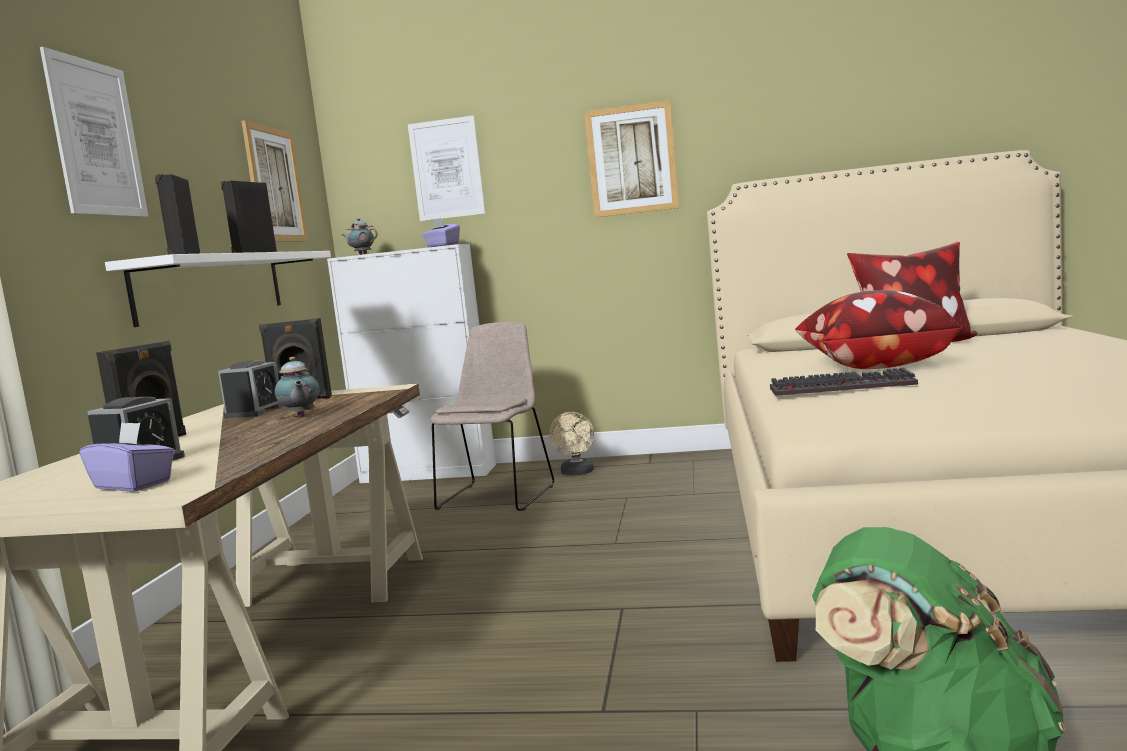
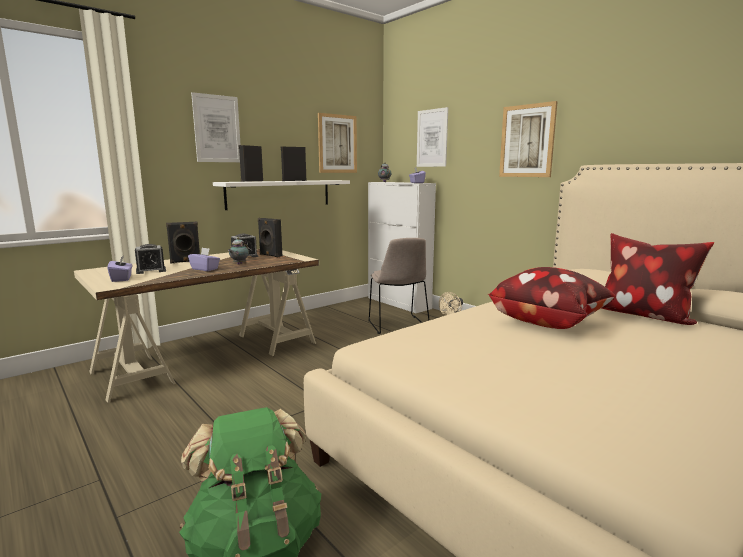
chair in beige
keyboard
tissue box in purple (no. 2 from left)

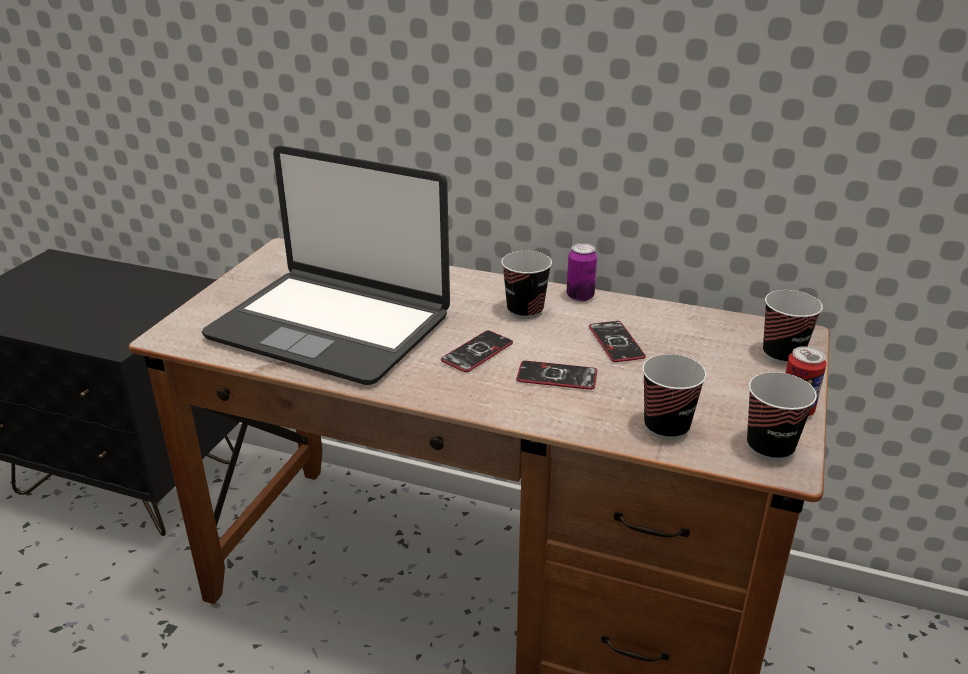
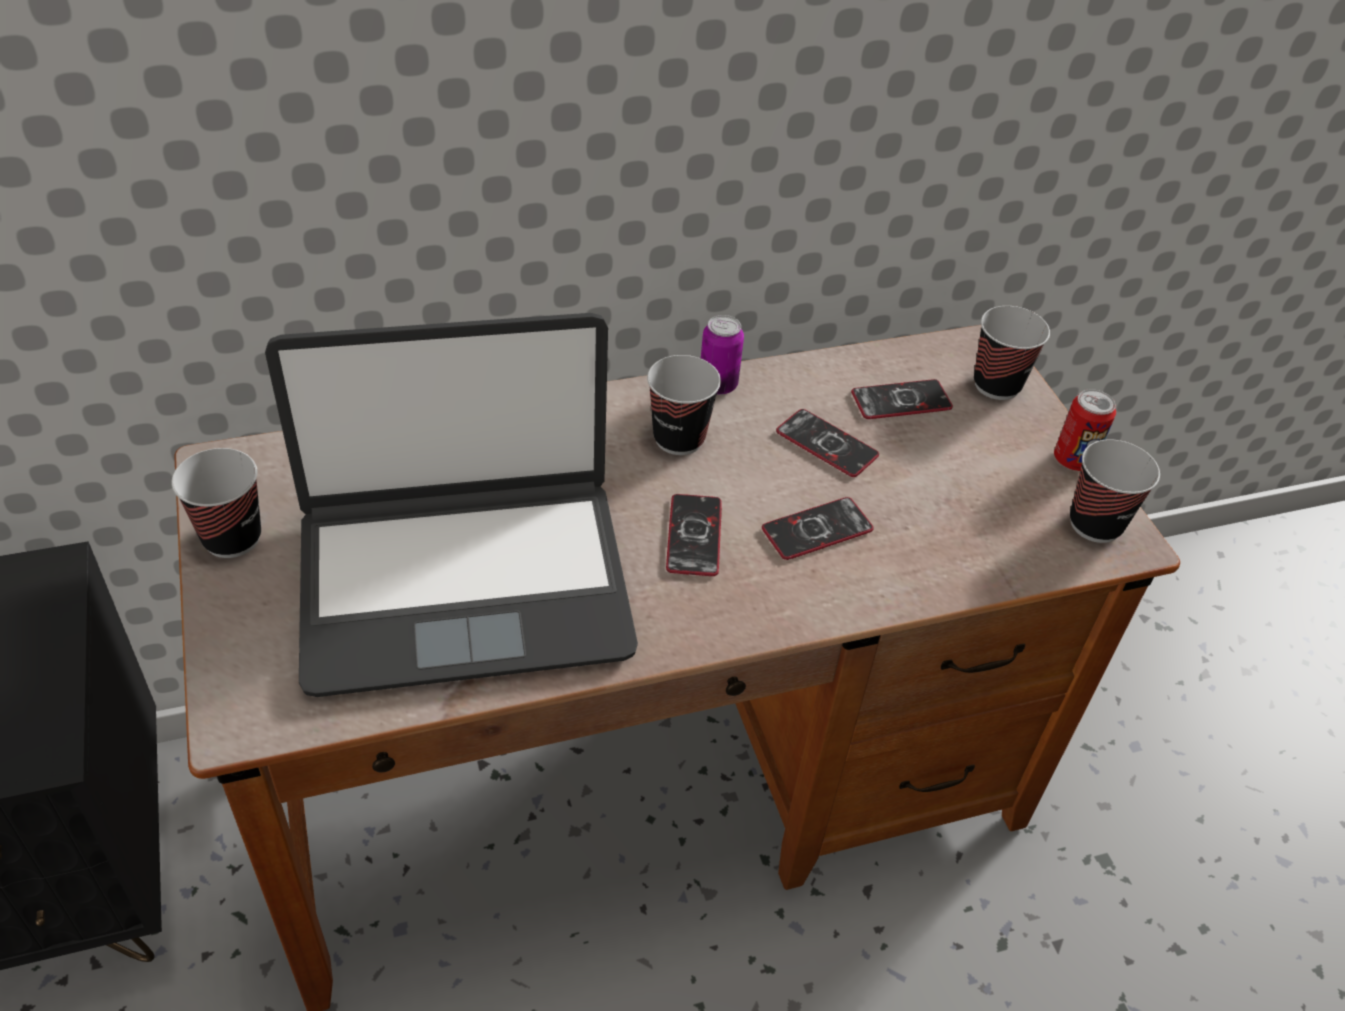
cup (no. 1 from left)
phone (no. 4 from left)

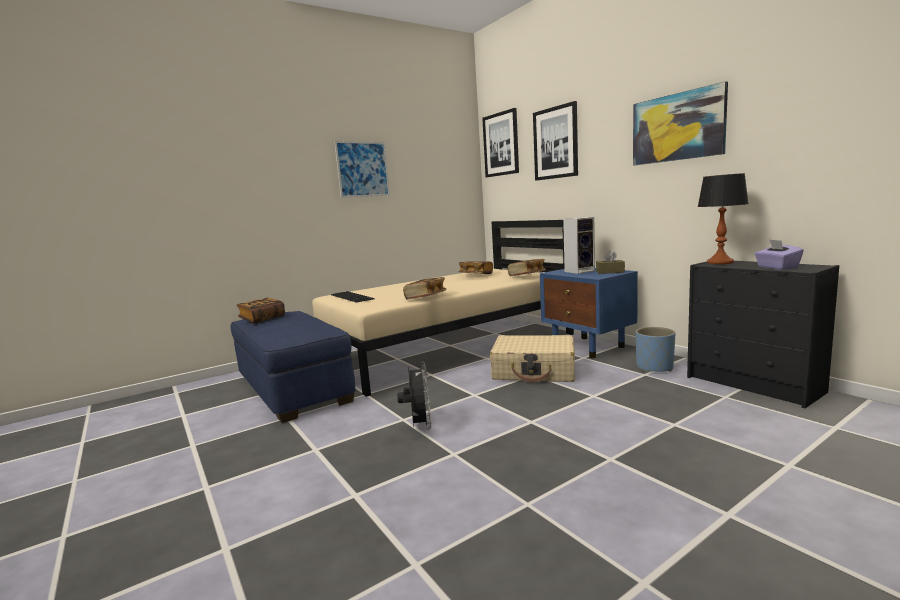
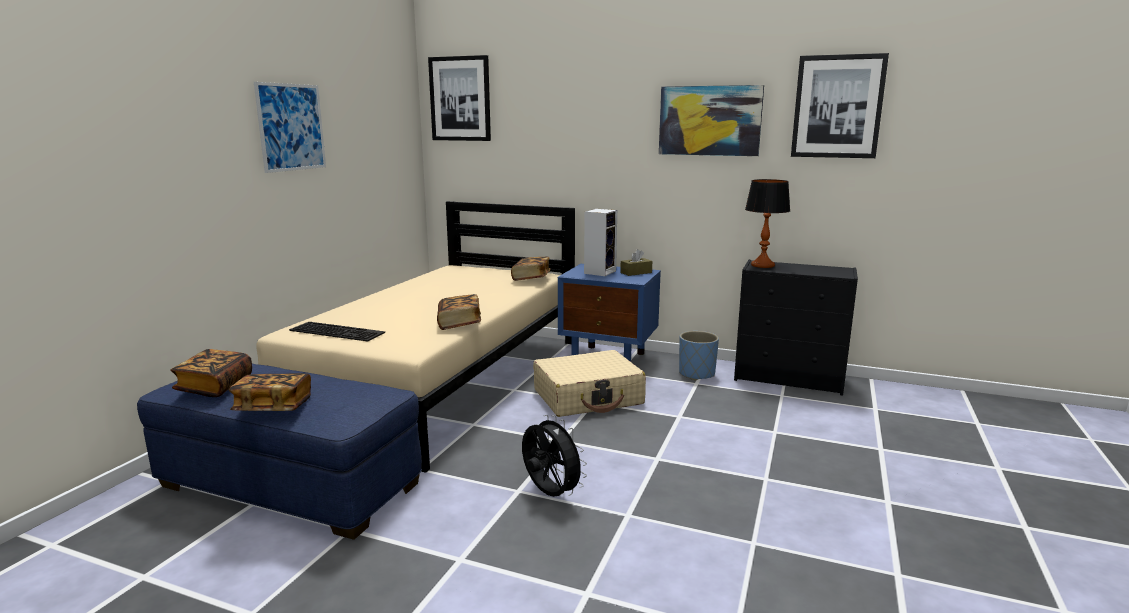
picture (no. 4 from left)
tissue box in purple
book (no. 2 from left)

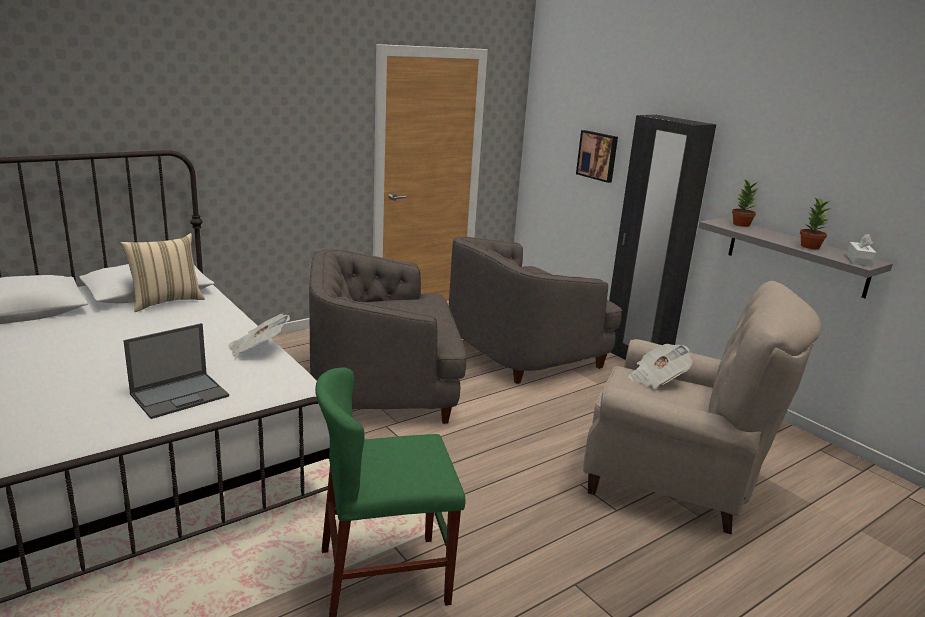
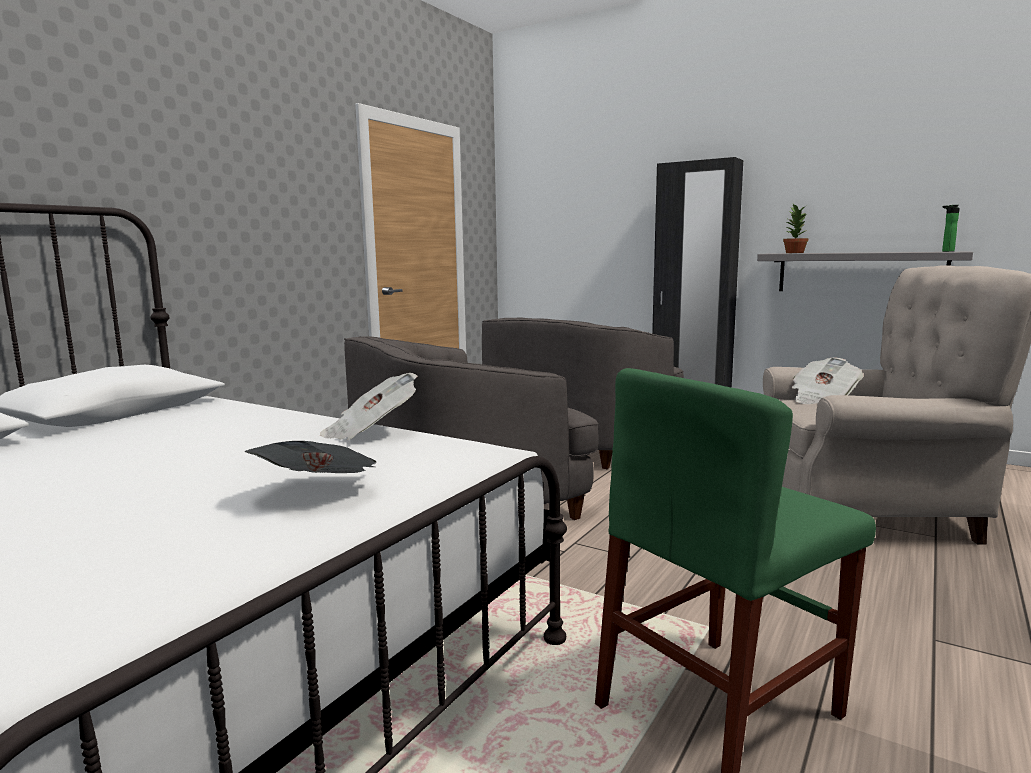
picture
potted plant (no. 2 from left in the first image)
pillow in beige
bottle
newspaper (no. 1 from left)

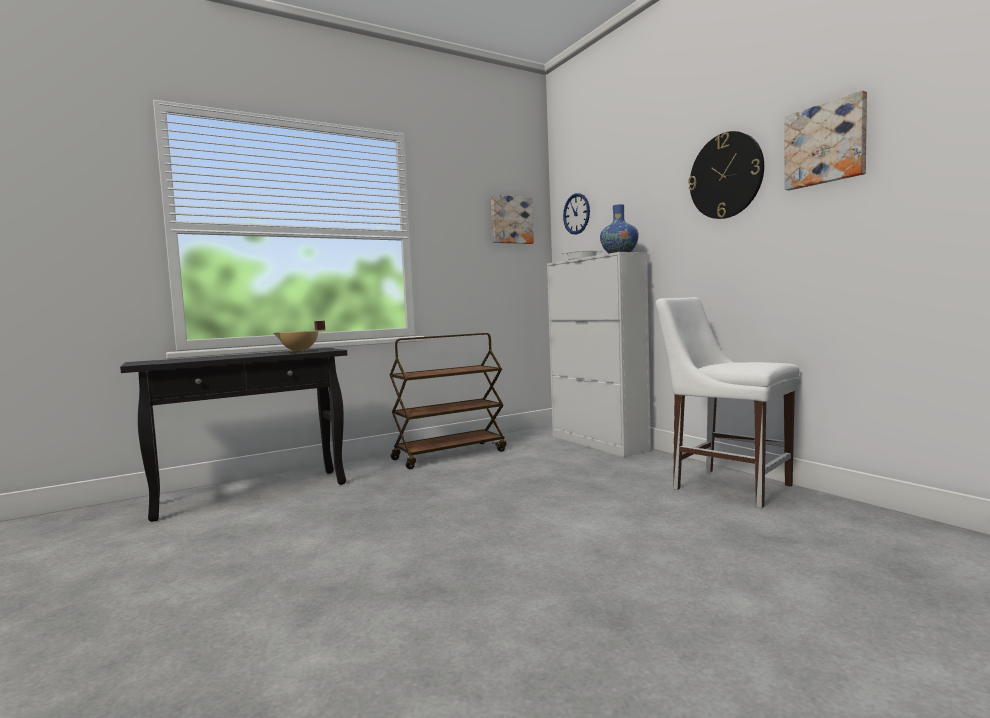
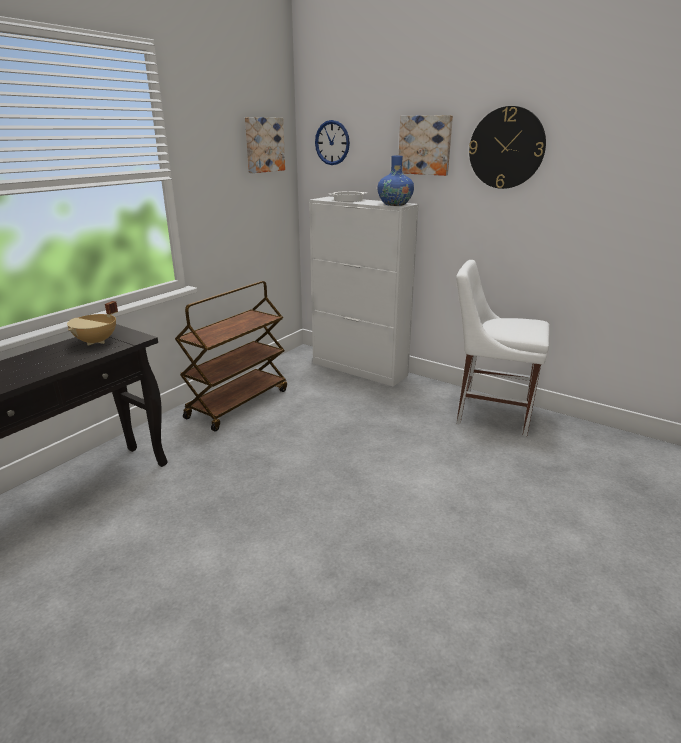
picture (no. 2 from left)

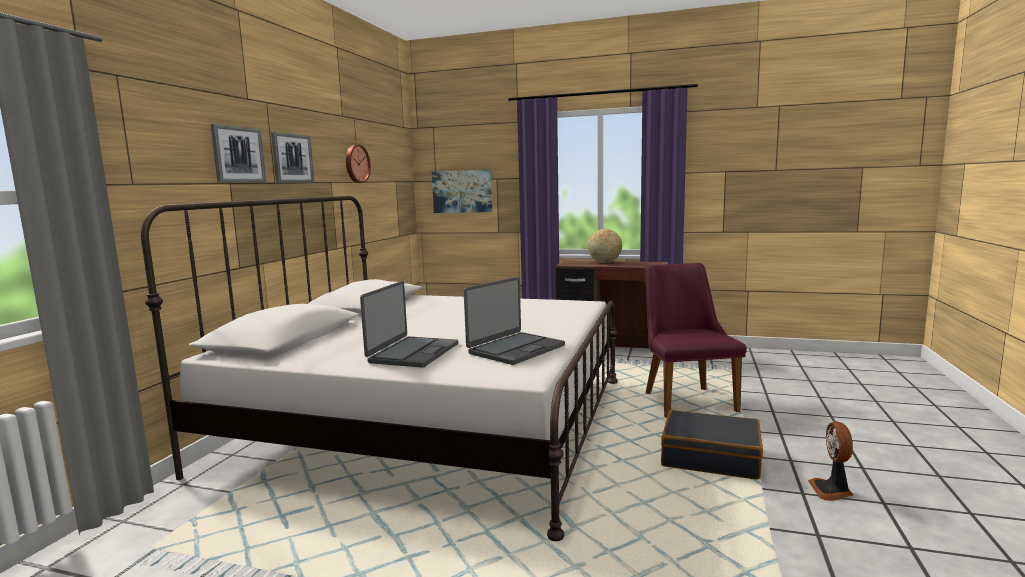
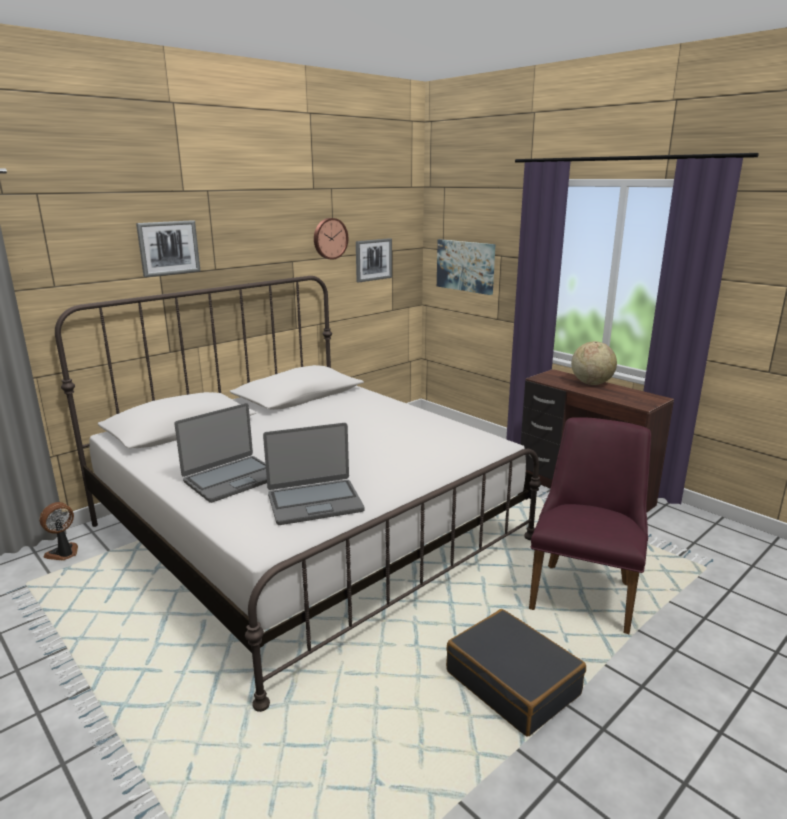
picture (no. 2 from left)
fan

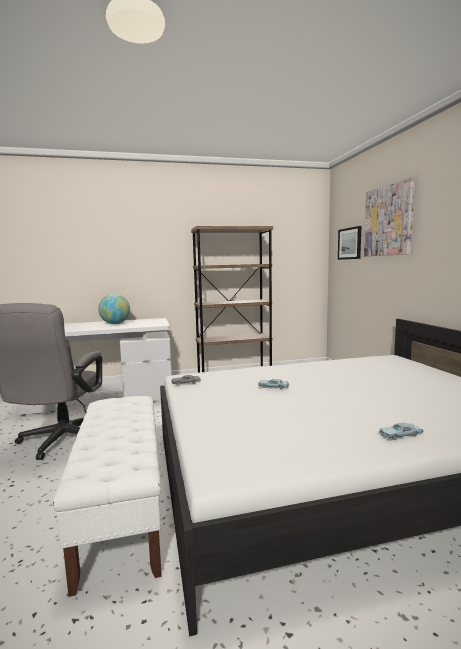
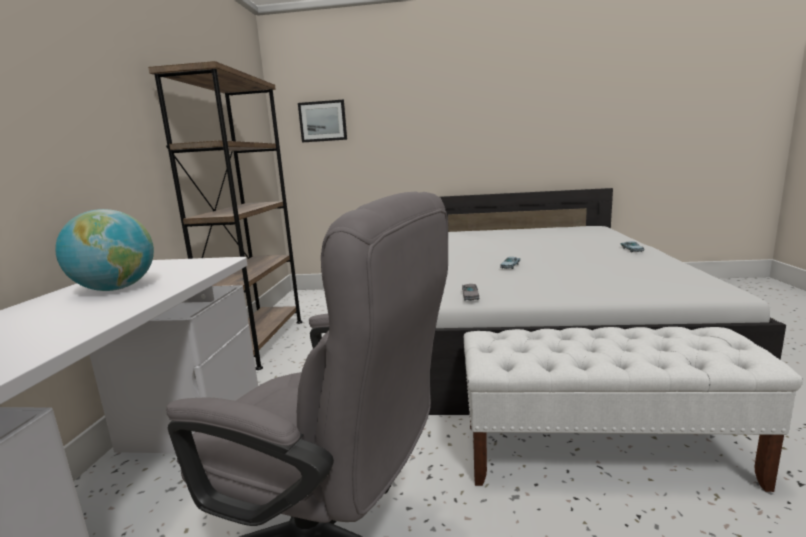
picture (no. 2 from left in the first image)

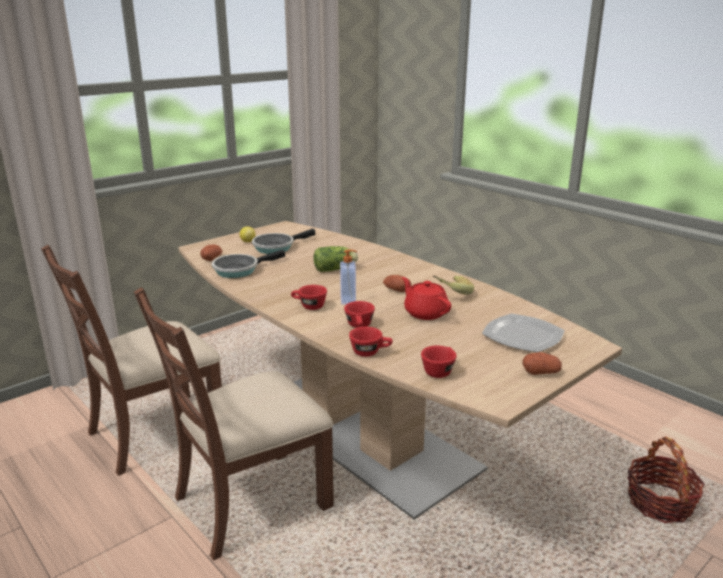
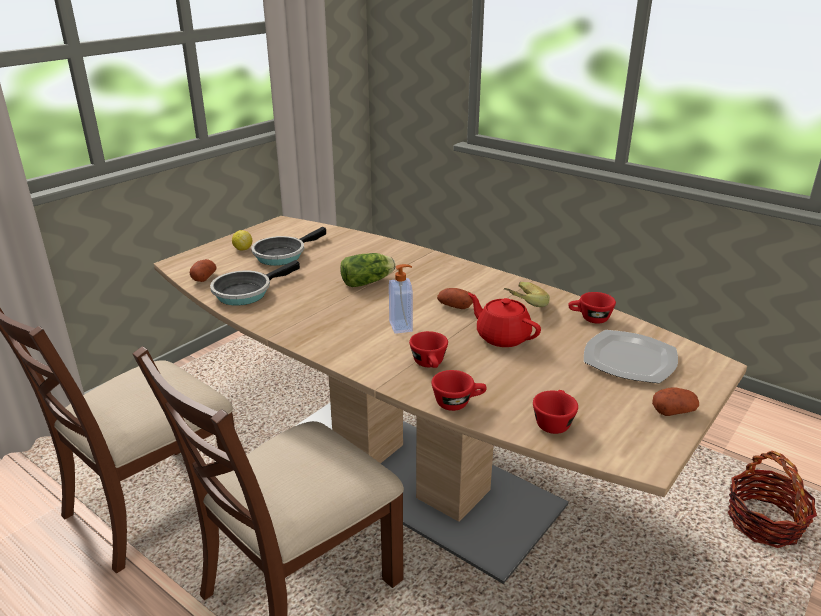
cup in red (no. 4 from left)

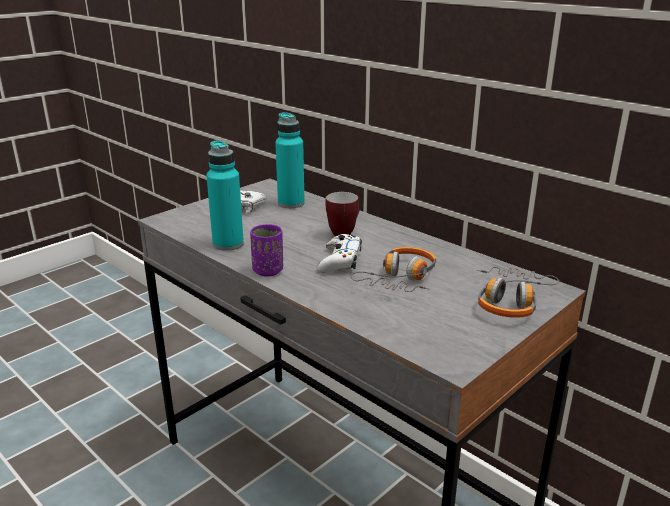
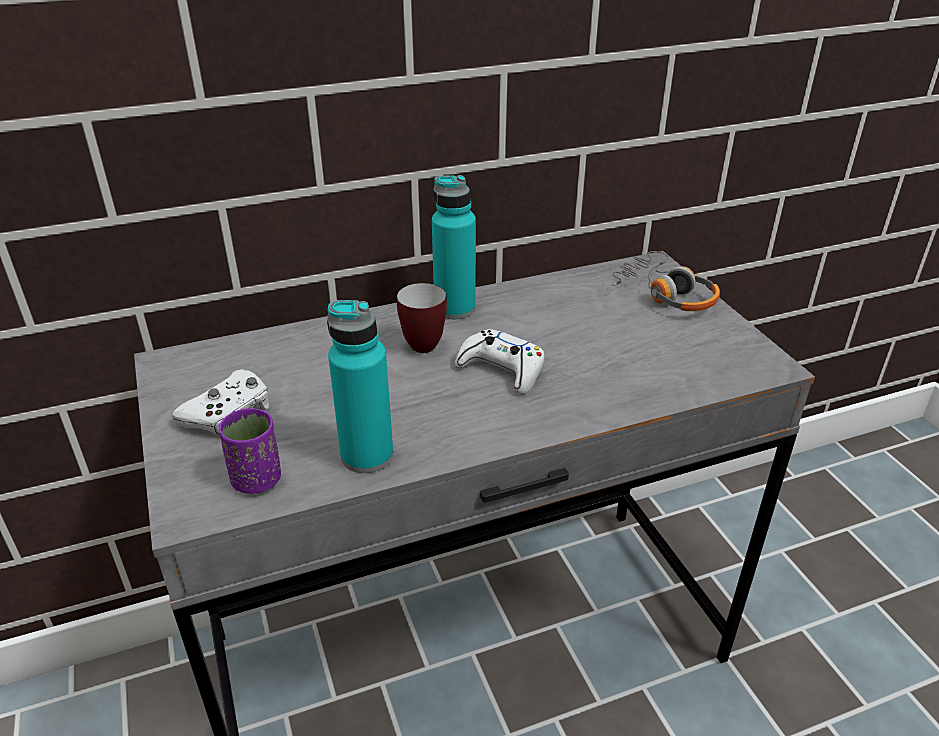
bottle in turquoise (no. 2 from left)
cup in purple
headphones (no. 1 from left in the first image)

